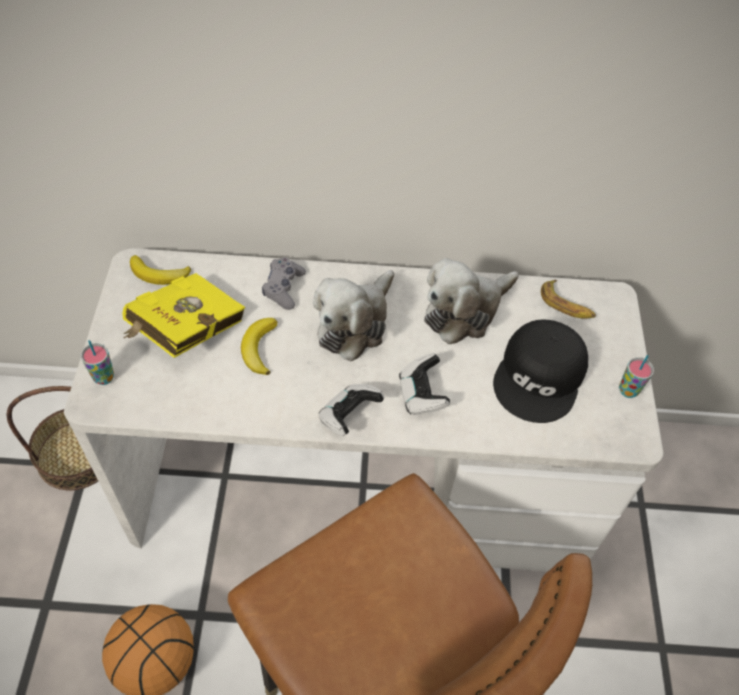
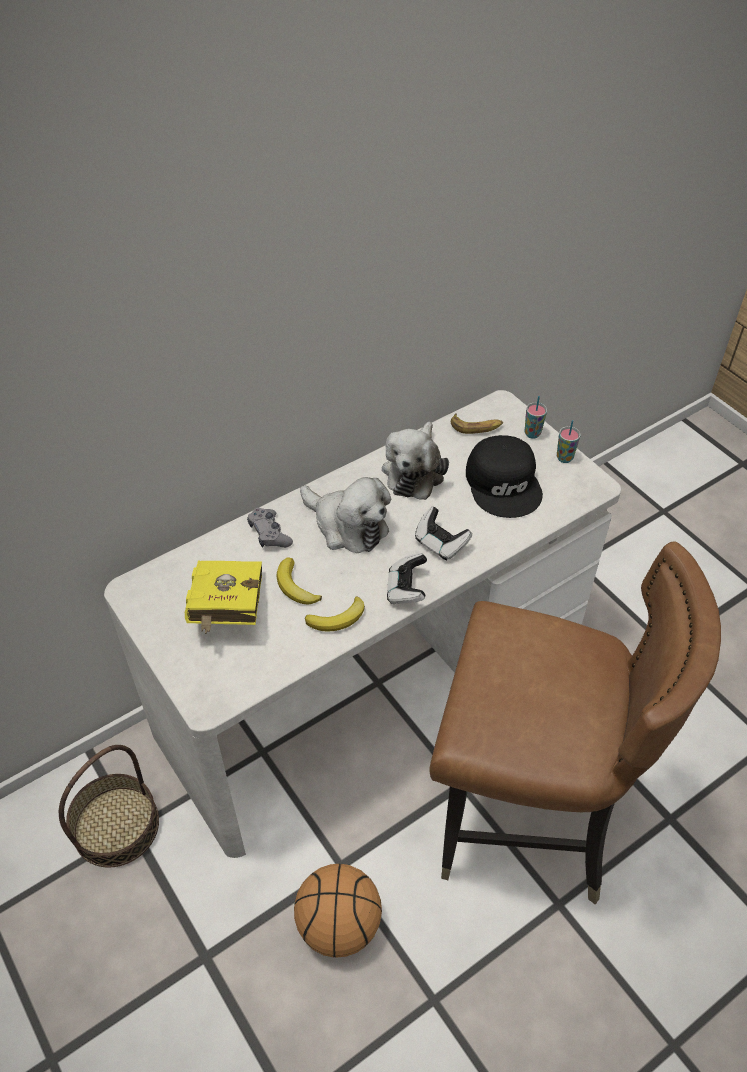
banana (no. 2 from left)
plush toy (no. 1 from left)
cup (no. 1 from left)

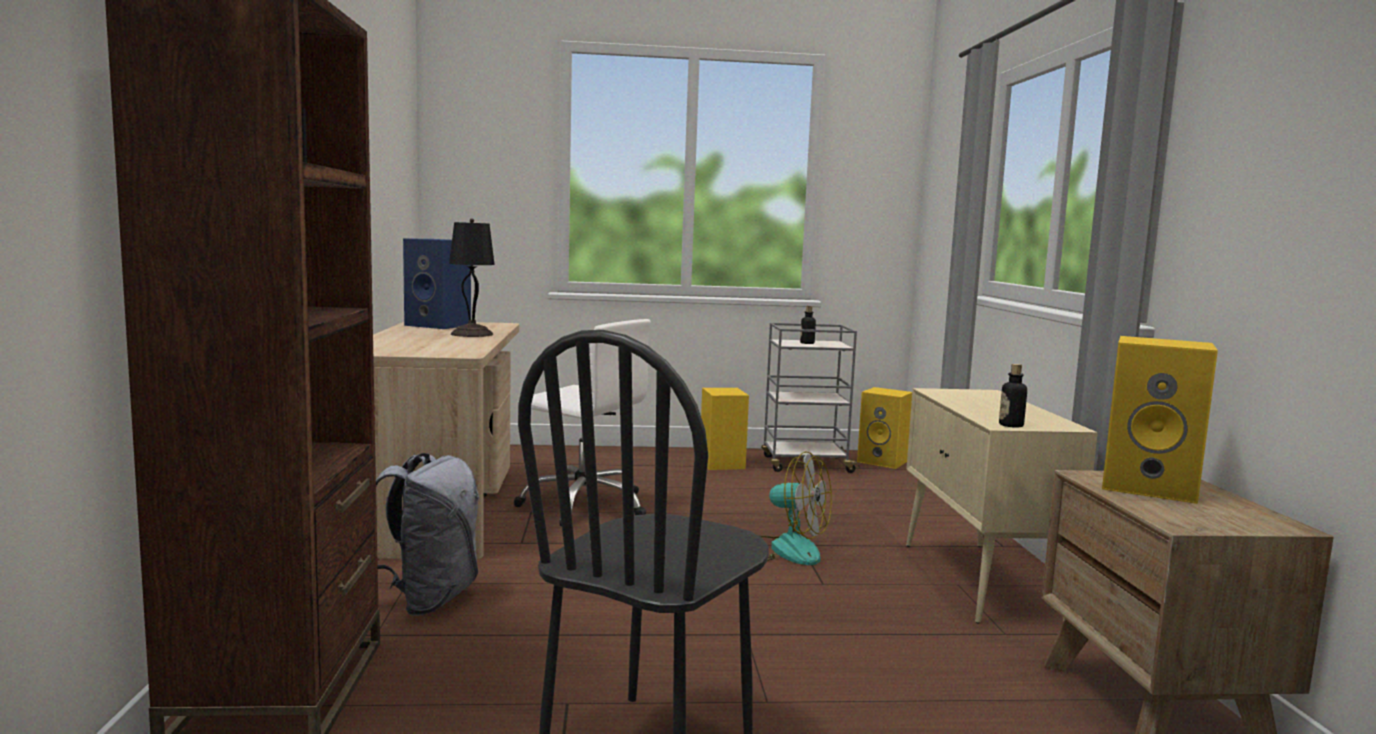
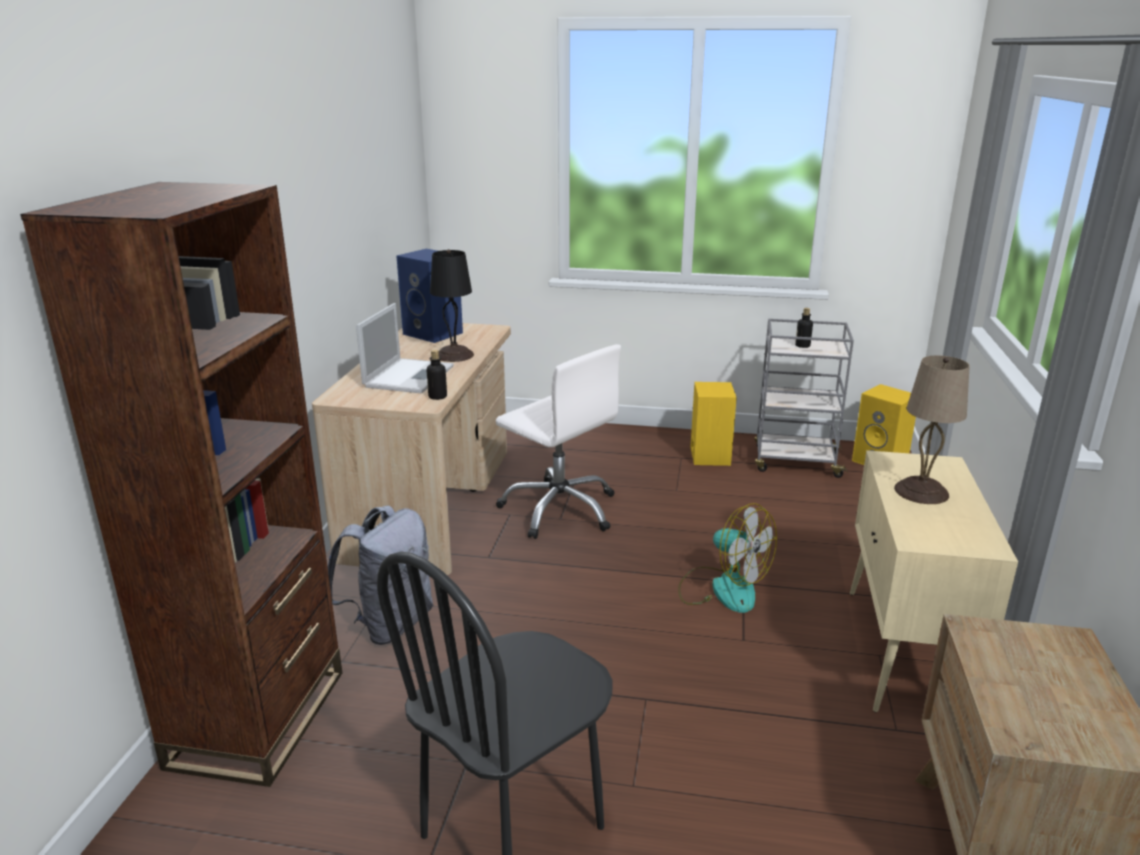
speaker in yellow (no. 3 from left in the first image)
bottle (no. 1 from left)
laptop
table lamp in beige

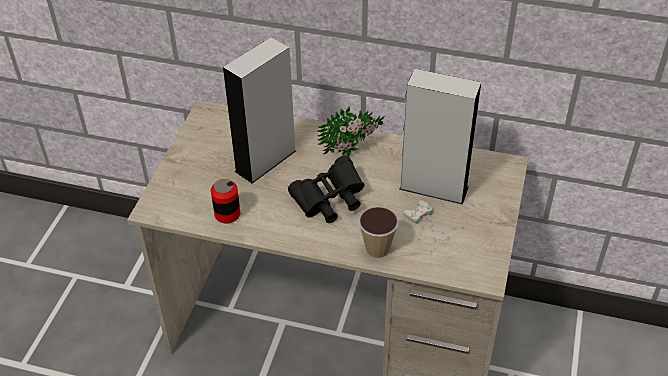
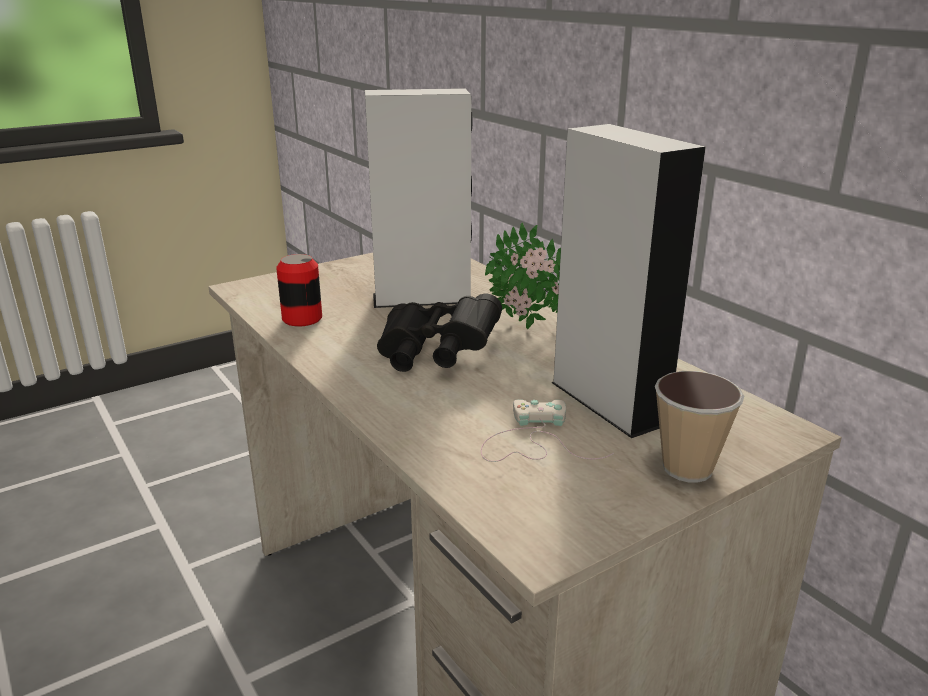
cup

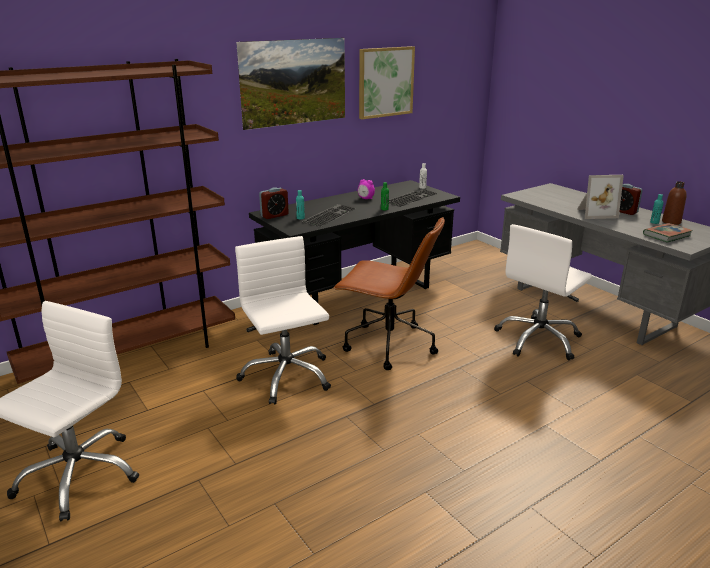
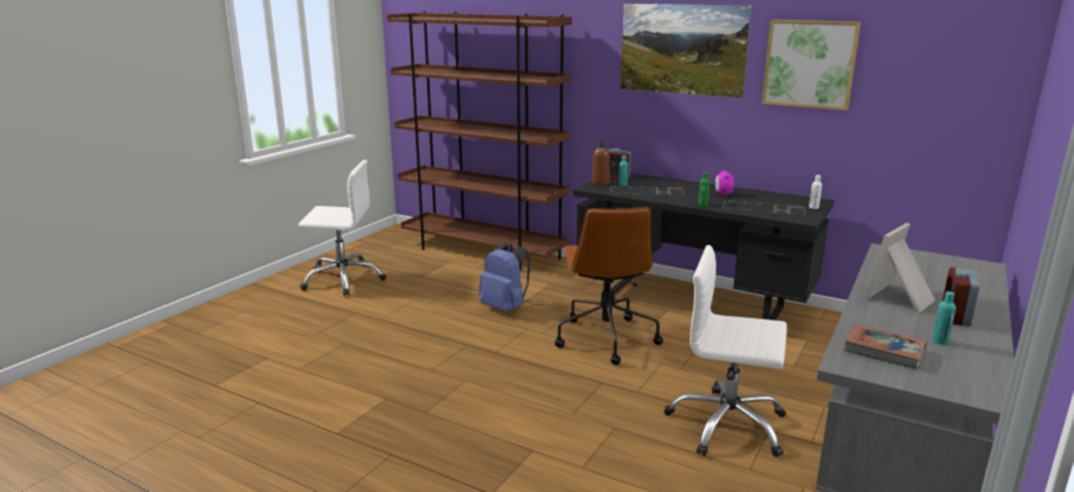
picture frame
bottle in brown
backpack in blue

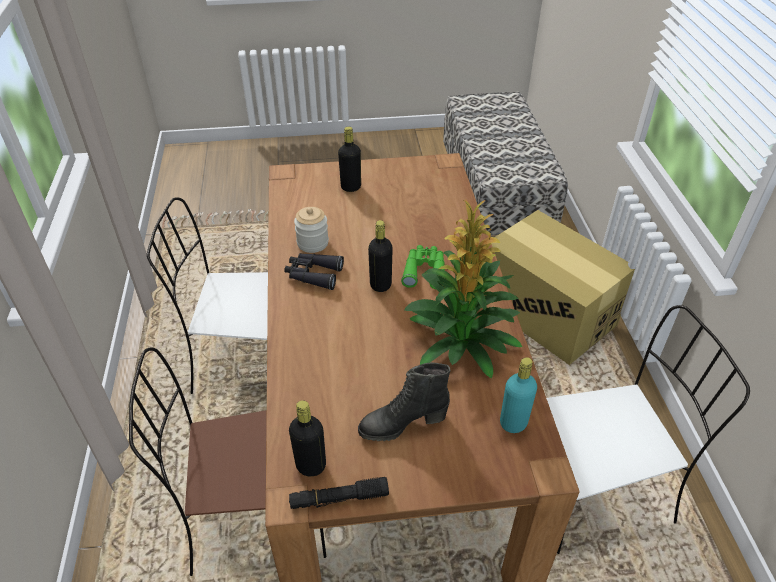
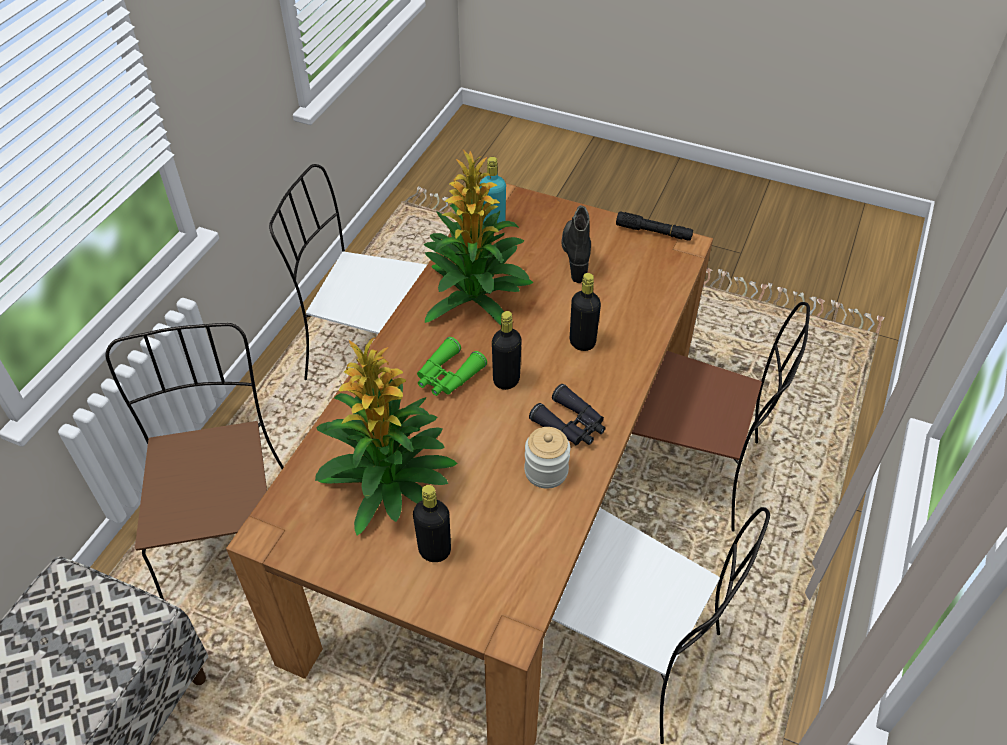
chair in brown (no. 1 from left)
boot in black
bottle in black (no. 3 from left)
potted plant (no. 1 from left)

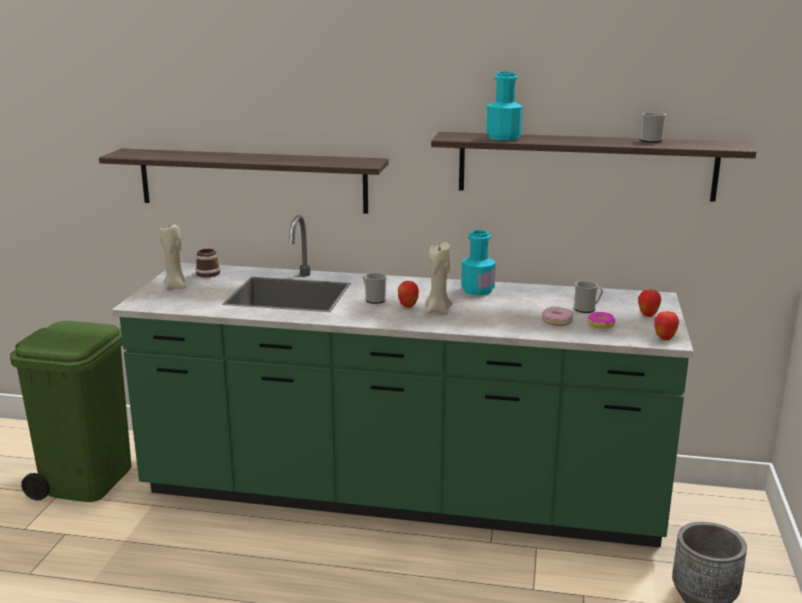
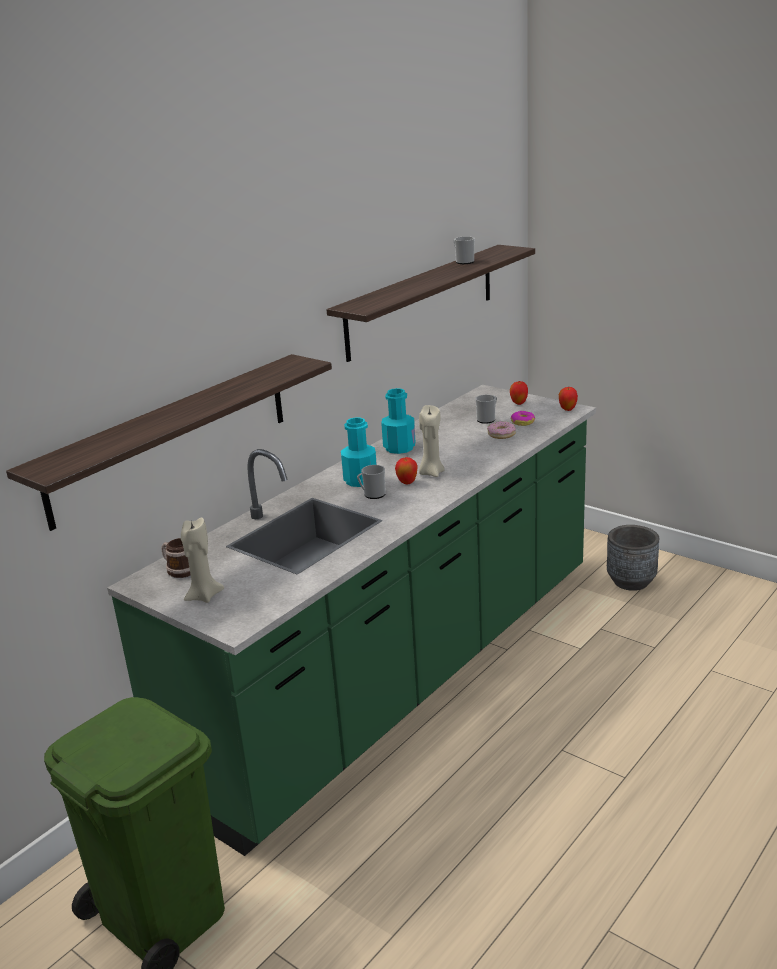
bottle in turquoise (no. 1 from left)

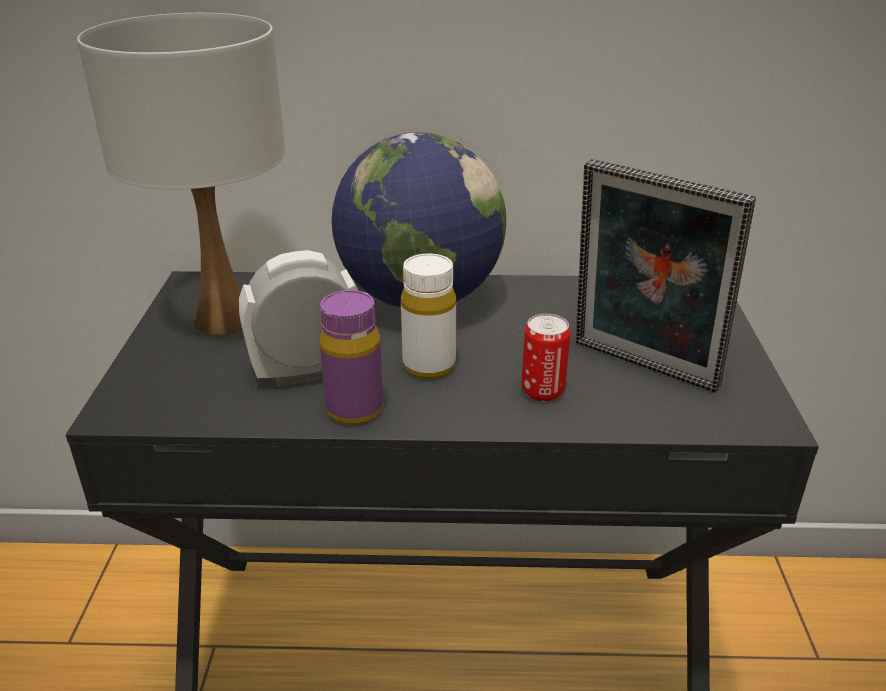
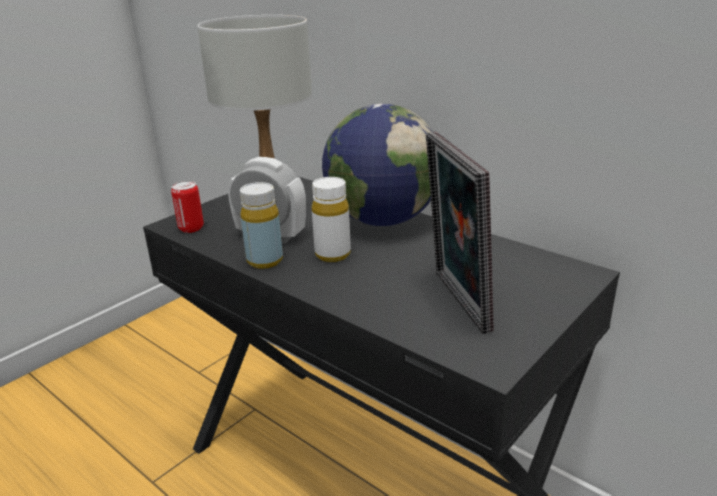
bottle in yellow
can

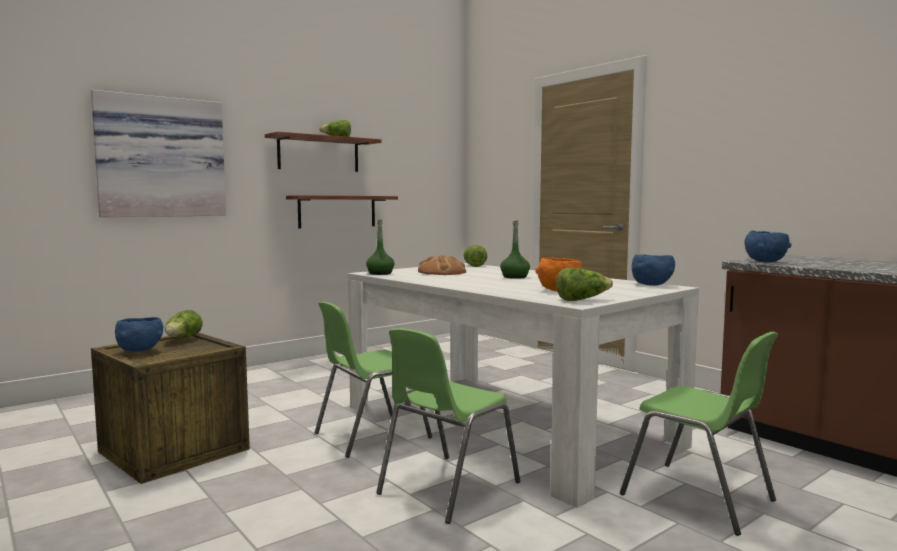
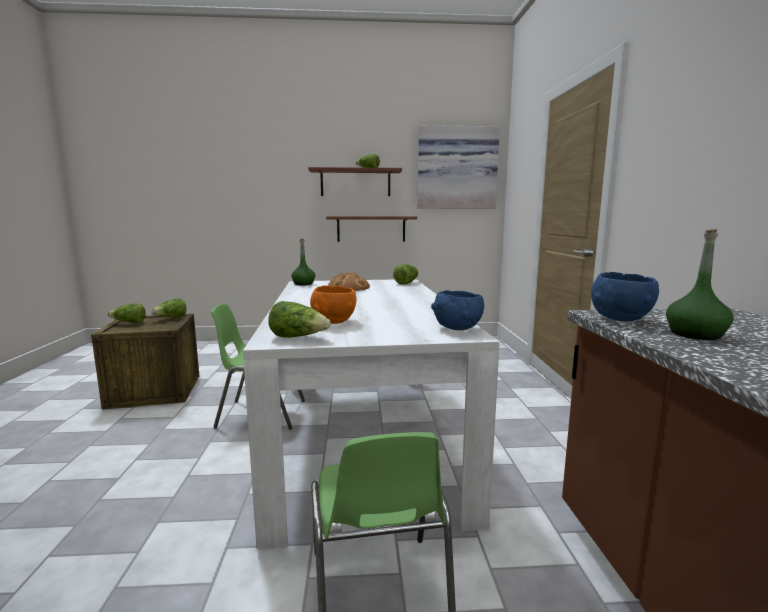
picture
bottle in green (no. 2 from left)
lettuce (no. 1 from left)
chair in green (no. 2 from left in the first image)

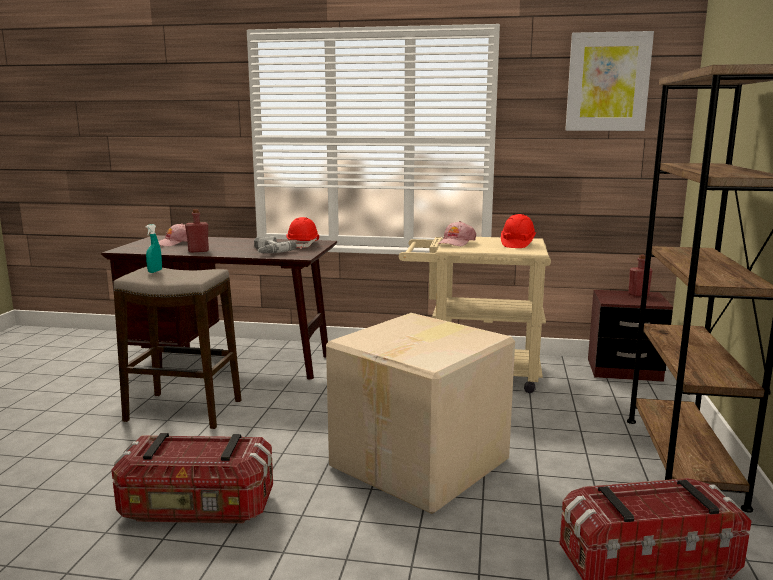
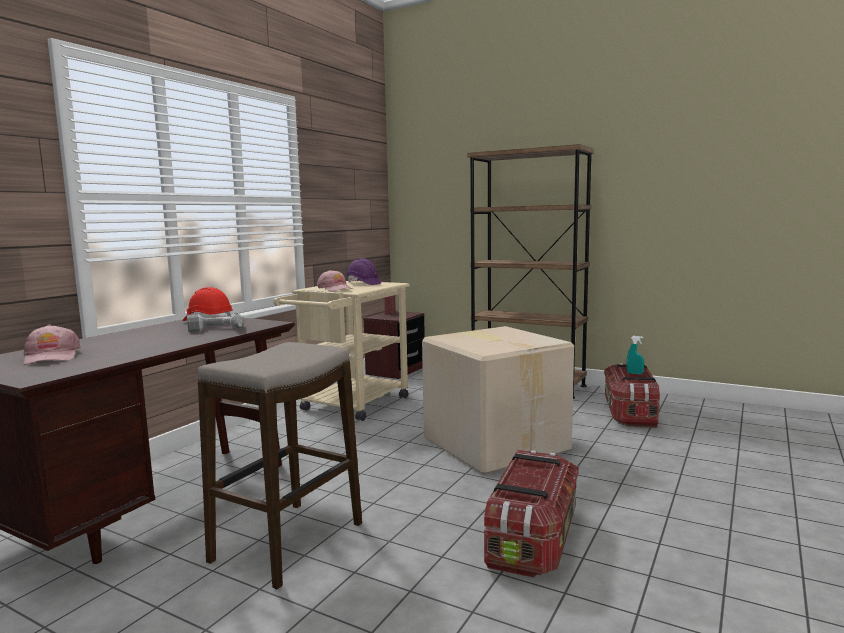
picture
bottle in red (no. 1 from left in the first image)
hard hat in purple
spray bottle in turquoise

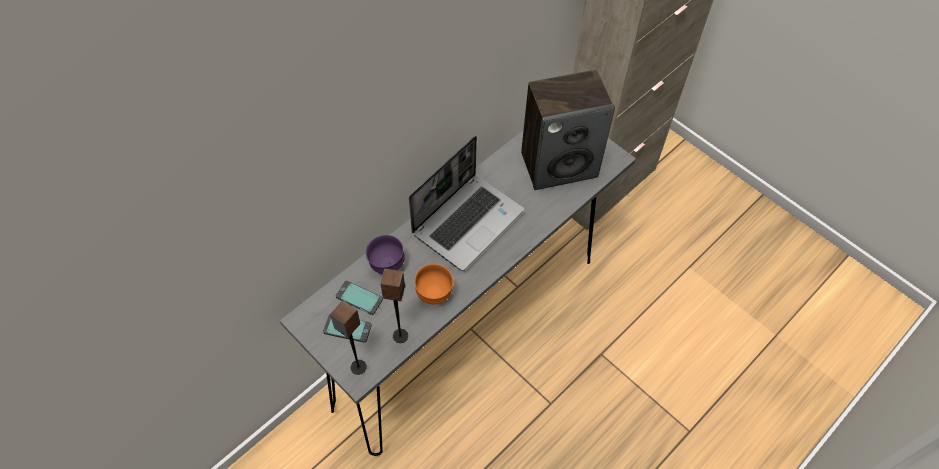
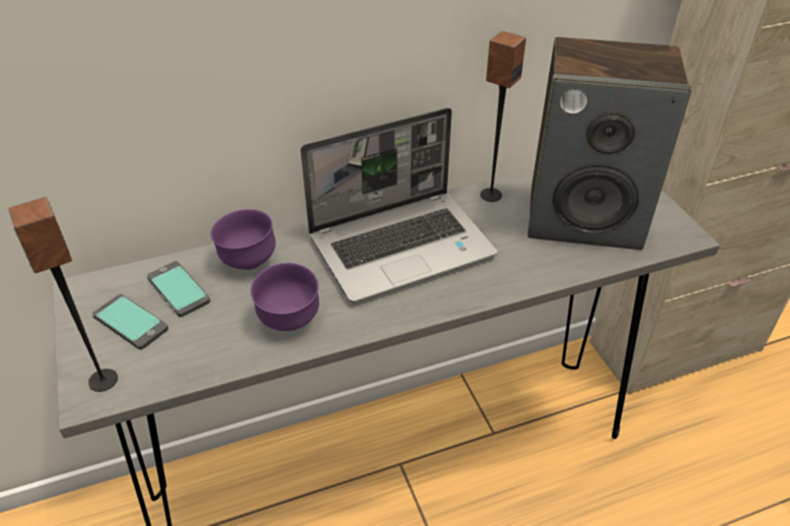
bowl in purple (no. 2 from left)
speaker (no. 2 from left)

